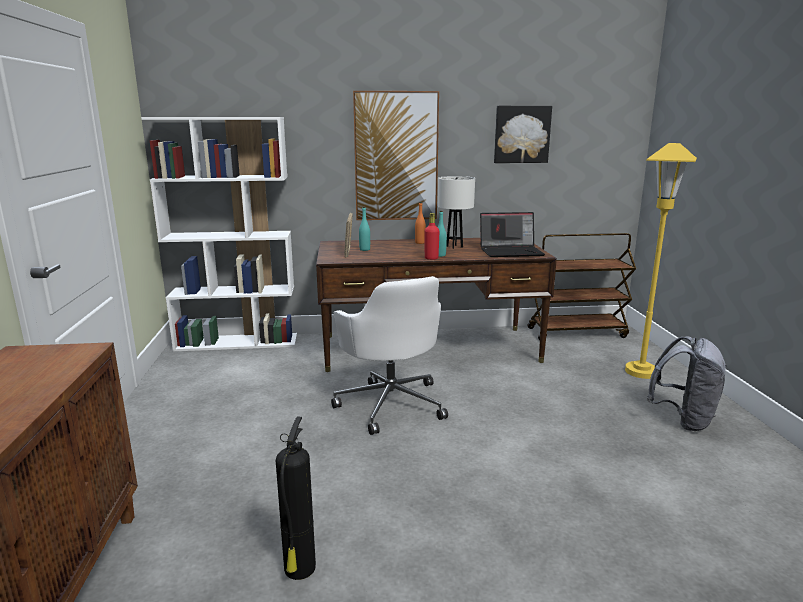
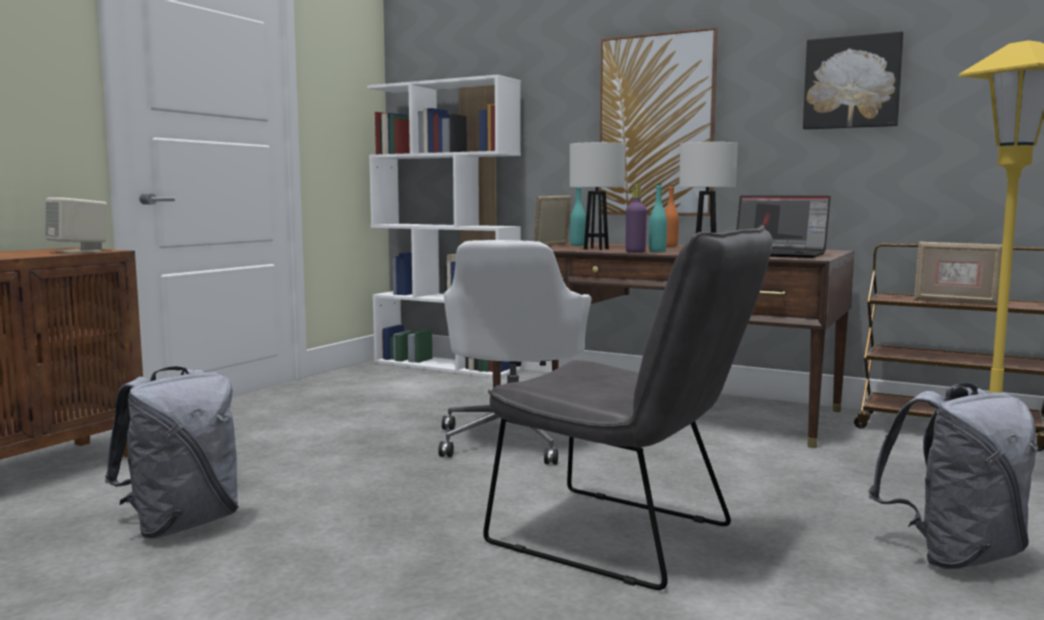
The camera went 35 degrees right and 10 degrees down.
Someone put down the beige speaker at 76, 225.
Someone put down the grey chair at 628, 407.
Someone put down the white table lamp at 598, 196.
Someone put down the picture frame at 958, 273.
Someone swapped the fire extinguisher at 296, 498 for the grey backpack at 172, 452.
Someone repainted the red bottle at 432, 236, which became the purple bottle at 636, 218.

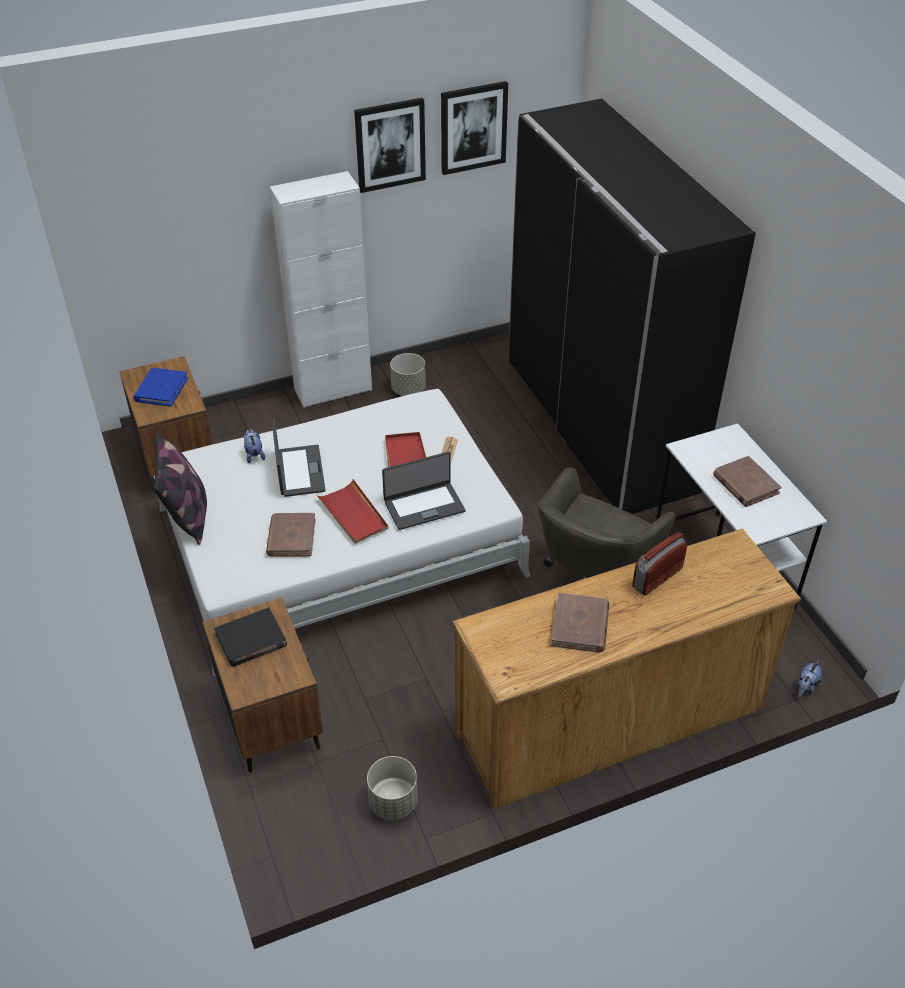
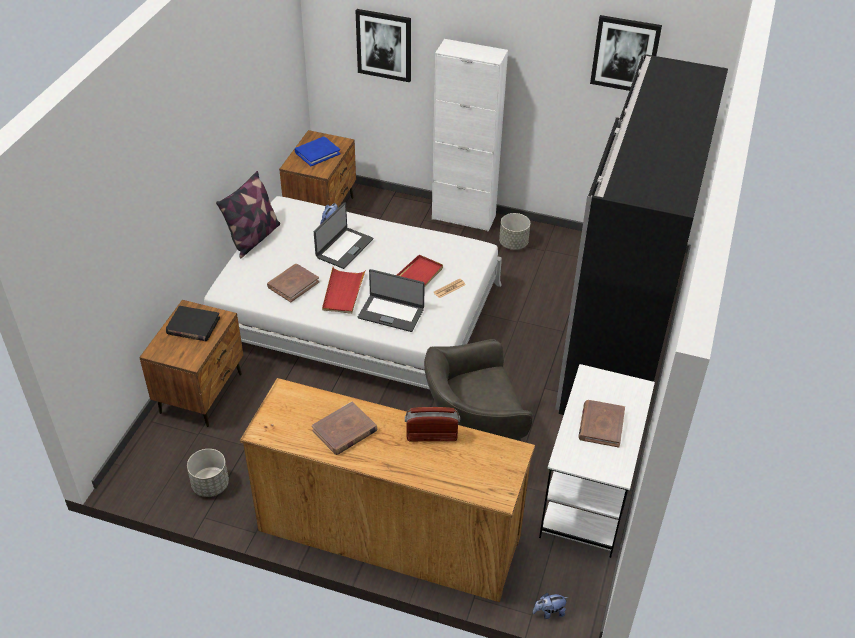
The camera went 40 degrees right and 0 degrees up.
Someone carried the picture from 390, 145 to 383, 45.

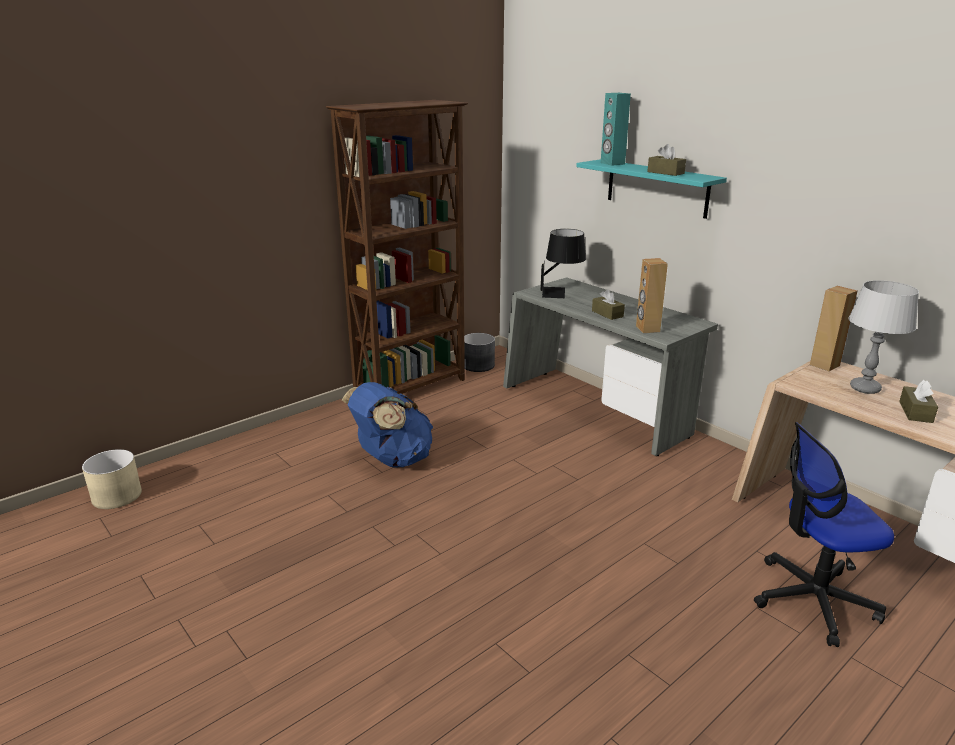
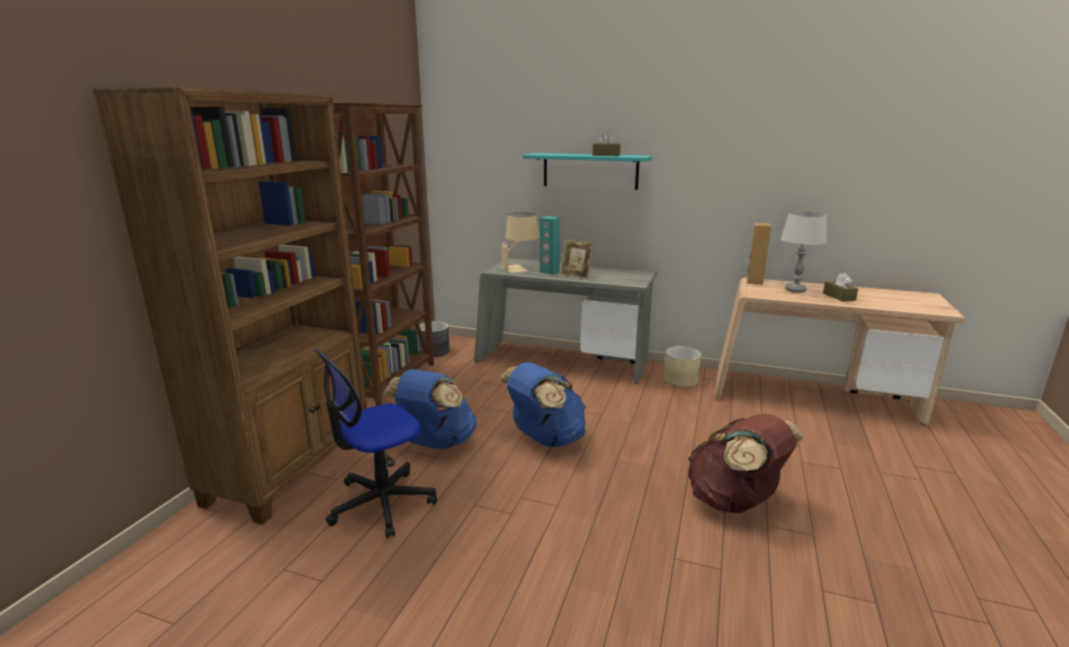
The camera went 30 degrees left and 5 degrees down.
Someone took away the brown speaker at 652, 295.
Someone put down the brown bookcase at 230, 306.
Someone put down the blue backpack at 542, 404.
Someone put down the brown backpack at 746, 463.
Someone carried the beige planter from 112, 479 to 682, 366.
Someone carried the turquoise speaker from 616, 129 to 550, 245.
Someone carried the office chair from 824, 534 to 376, 443.
Someone swapped the brown tissue box at 608, 304 for the picture frame at 577, 259.
Someone repainted the black table lamp at 563, 263, which became the beige table lamp at 520, 243.

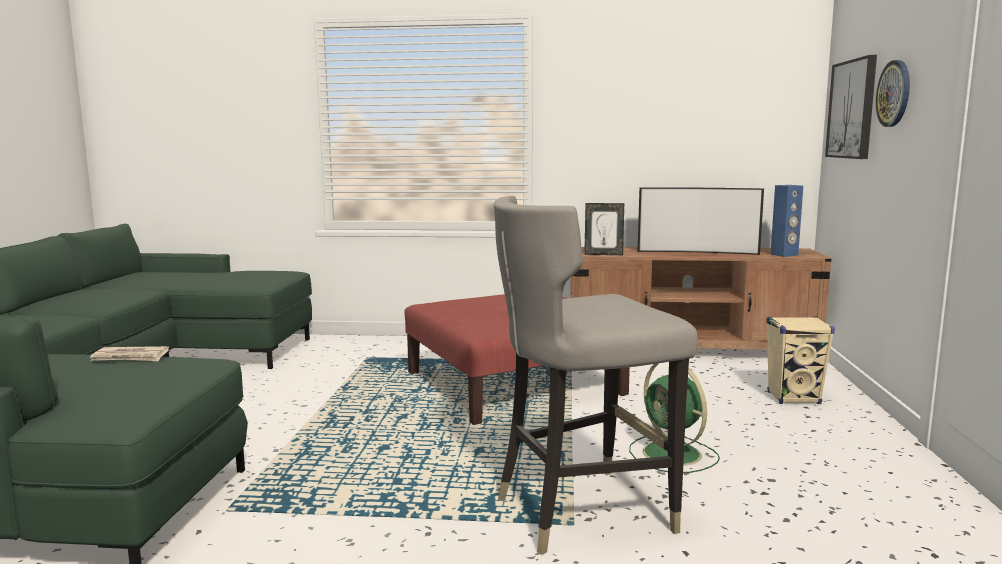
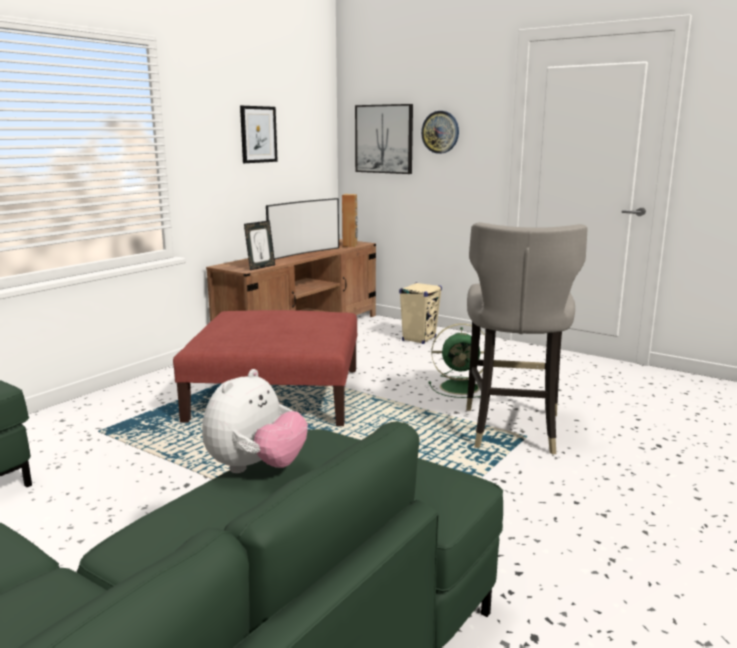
The camera went 60 degrees left and 5 degrees up.
Someone put up the picture at 259, 134.
Someone swapped the newspaper at 129, 353 for the plush toy at 255, 421.
Someone repainted the blue speaker at 787, 221, which became the brown speaker at 350, 220.

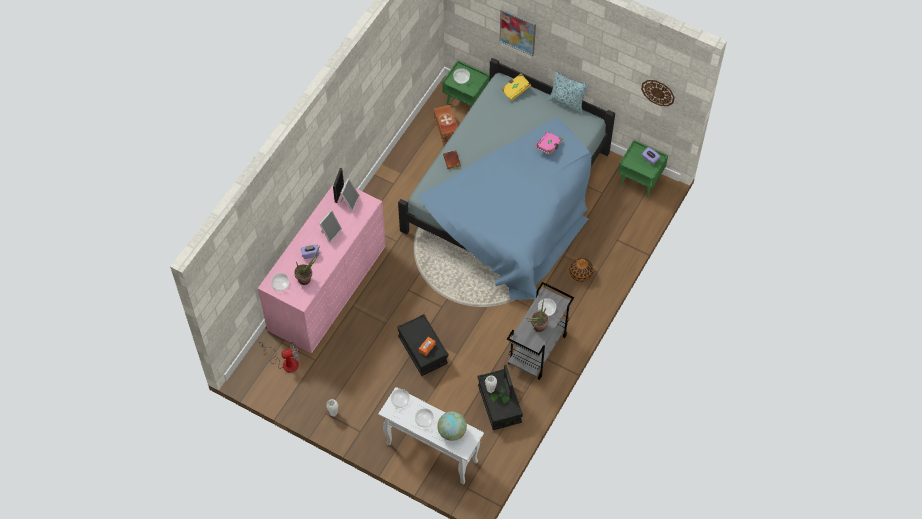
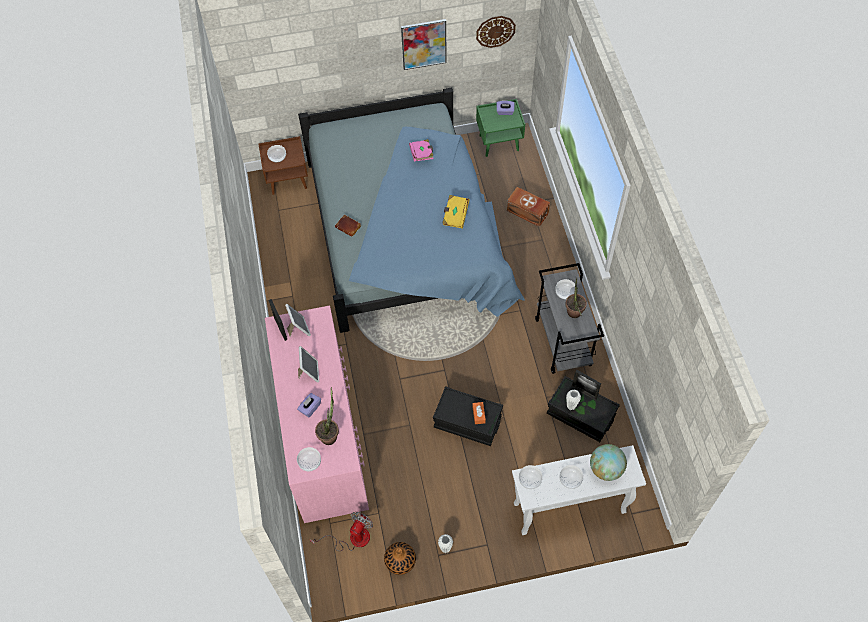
The camera went 40 degrees left and 0 degrees up.
Someone took away the pillow at 568, 93.
Someone carried the brown storage box from 446, 124 to 528, 207.
Someone carried the picture from 517, 32 to 424, 44.
Someone carried the yellow book from 516, 87 to 456, 212.
Someone carried the vase from 581, 270 to 400, 558.
Someone repainted the green nightstand at 465, 83, which became the brown nightstand at 283, 165.

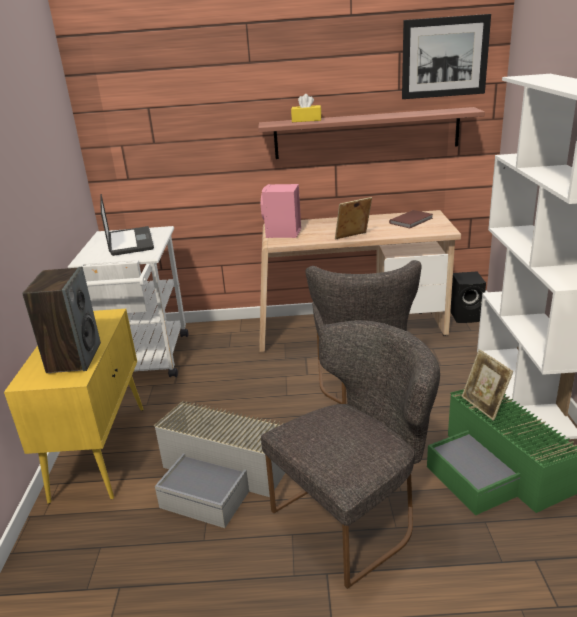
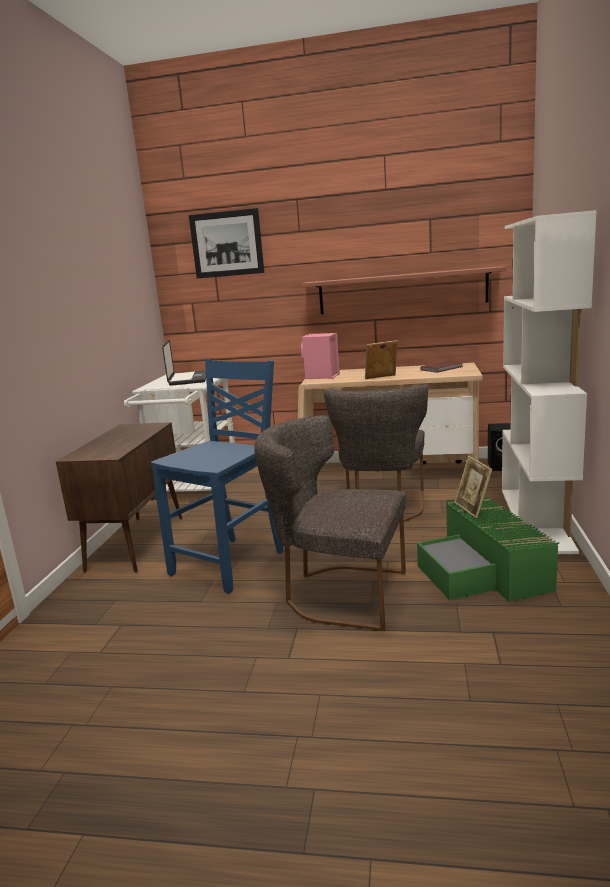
The camera went 10 degrees right and 10 degrees down.
Someone took away the speaker at 61, 320.
Someone took away the yellow tissue box at 306, 108.
Someone carried the picture from 446, 56 to 226, 243.
Someone swapped the grey storage box at 219, 464 for the blue chair at 217, 476.
Someone repainted the yellow cabinet at 73, 406, which became the brown cabinet at 119, 497.
Someone rotated the grey chair at 350, 454 by 135 degrees counterclockwise.

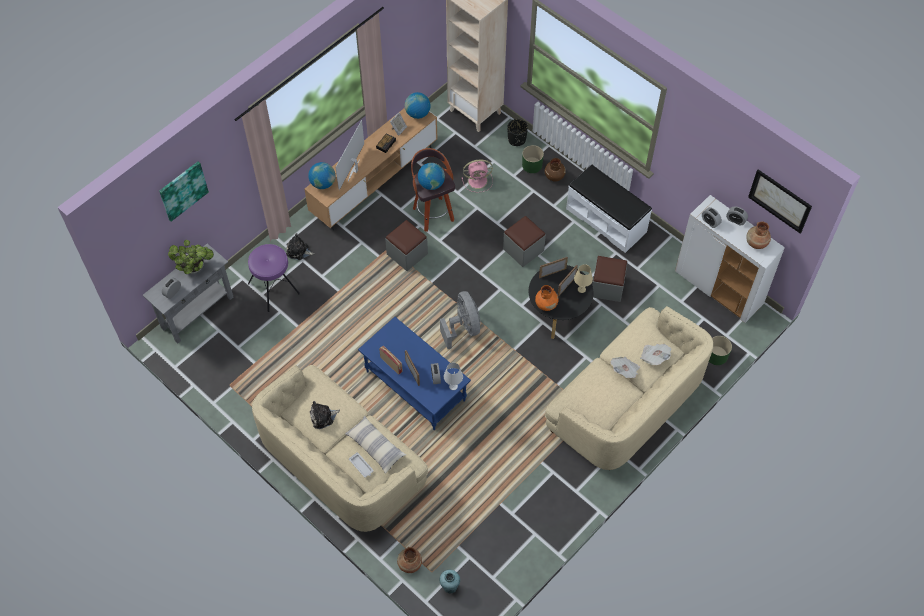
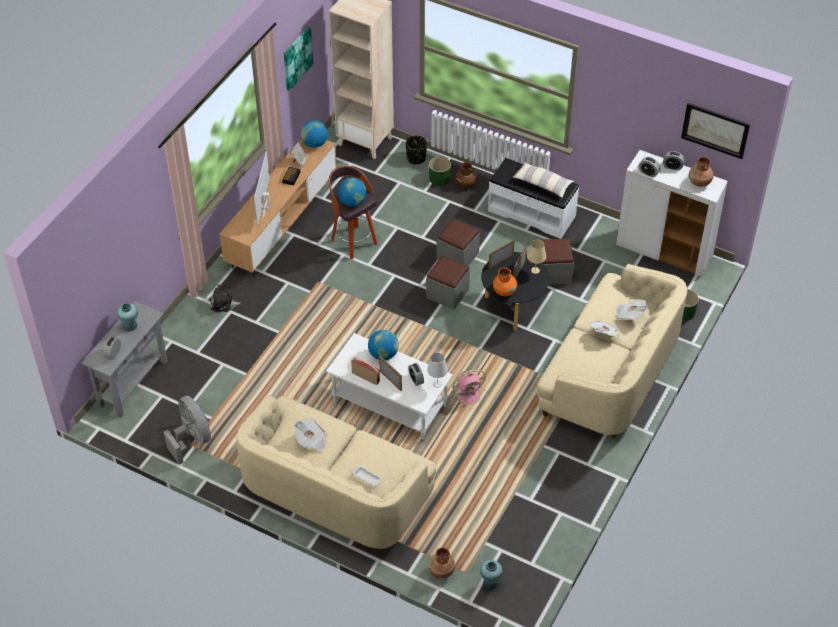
The camera went 15 degrees left and 10 degrees down.
Someone took away the purple stool at 274, 278.
Someone carried the picture from 184, 191 to 298, 59.
Someone carried the globe from 321, 175 to 383, 345.
Someone carried the pillow from 375, 445 to 543, 180.
Someone carried the grey ottoman from 406, 245 to 448, 283.
Someone carried the grey fan from 460, 320 to 187, 430.
Someone carried the pink fan from 477, 175 to 468, 389.
Someone swapped the potted plant at 191, 257 for the turquoise vase at 127, 317.
Someone swapped the plush toy at 325, 415 for the newspaper at 310, 435.
Someone repainted the blue coffee table at 414, 373, which became the white coffee table at 389, 386.

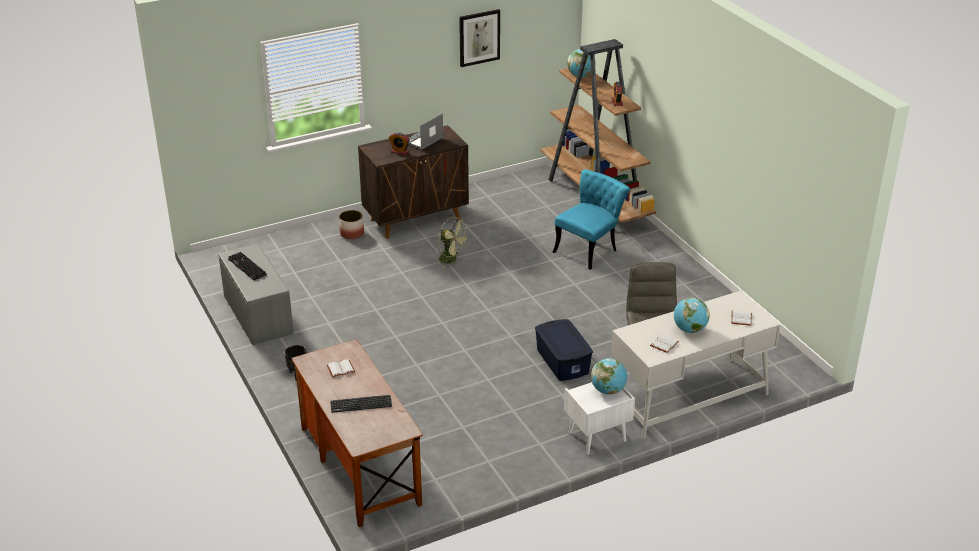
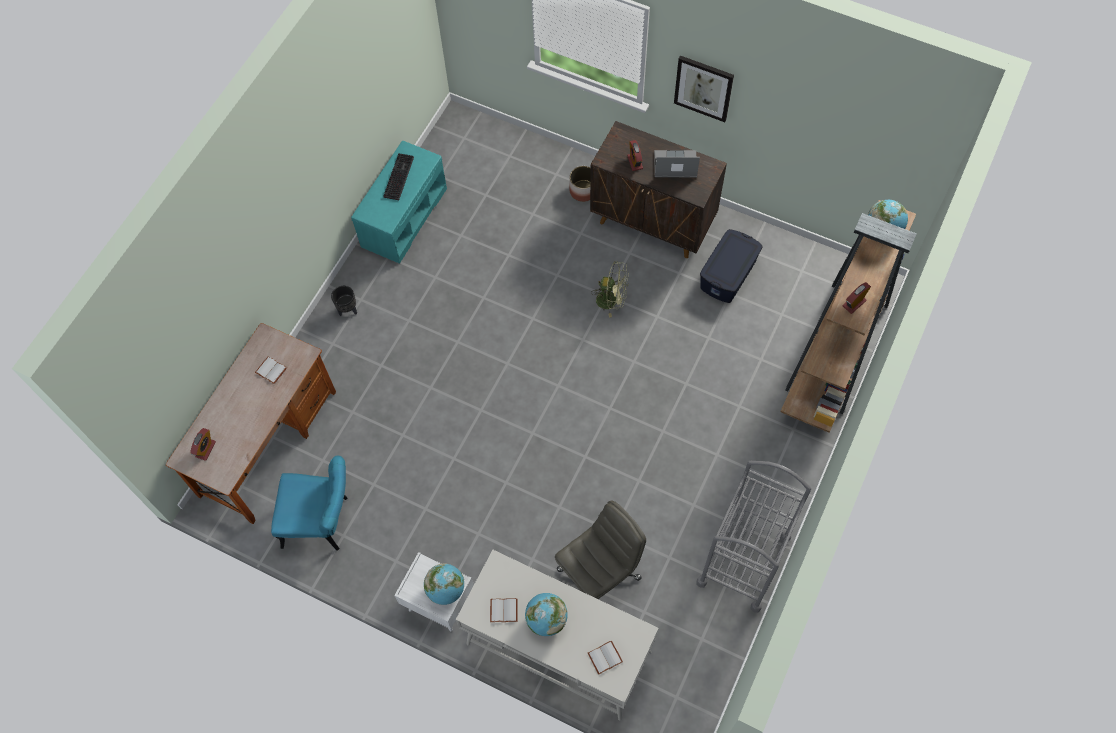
The camera went 55 degrees right and 30 degrees up.
Someone took away the keyboard at 361, 404.
Someone put down the alarm clock at 203, 444.
Someone put down the grey cart at 753, 537.
Someone carried the picture from 479, 38 to 704, 88.
Someone carried the blue storage box from 564, 350 to 731, 266.
Someone carried the turquoise chair from 591, 219 to 309, 503.
Someone repainted the grey bench at 256, 294, which became the turquoise bench at 399, 202.
Someone rotated the green fan at 454, 242 by 75 degrees counterclockwise.

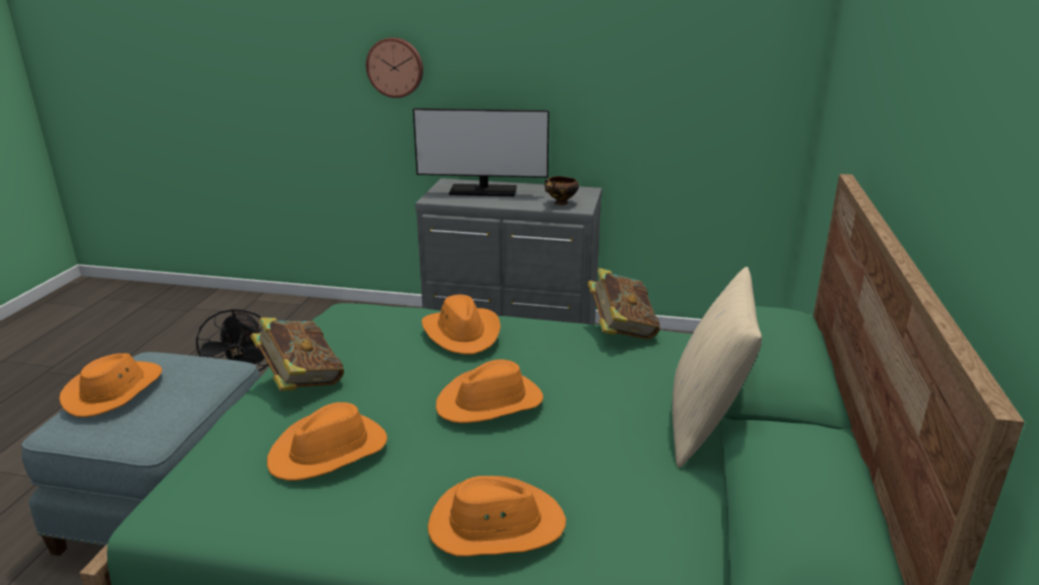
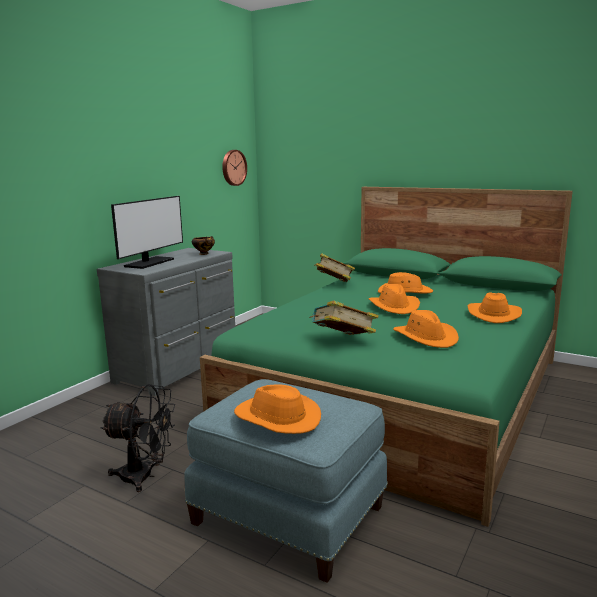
The camera went 70 degrees left and 10 degrees down.
Someone took away the beige pillow at 717, 367.
Someone carried the wall clock from 394, 67 to 234, 168.
Someone carried the orange hat from 461, 324 to 405, 282.

